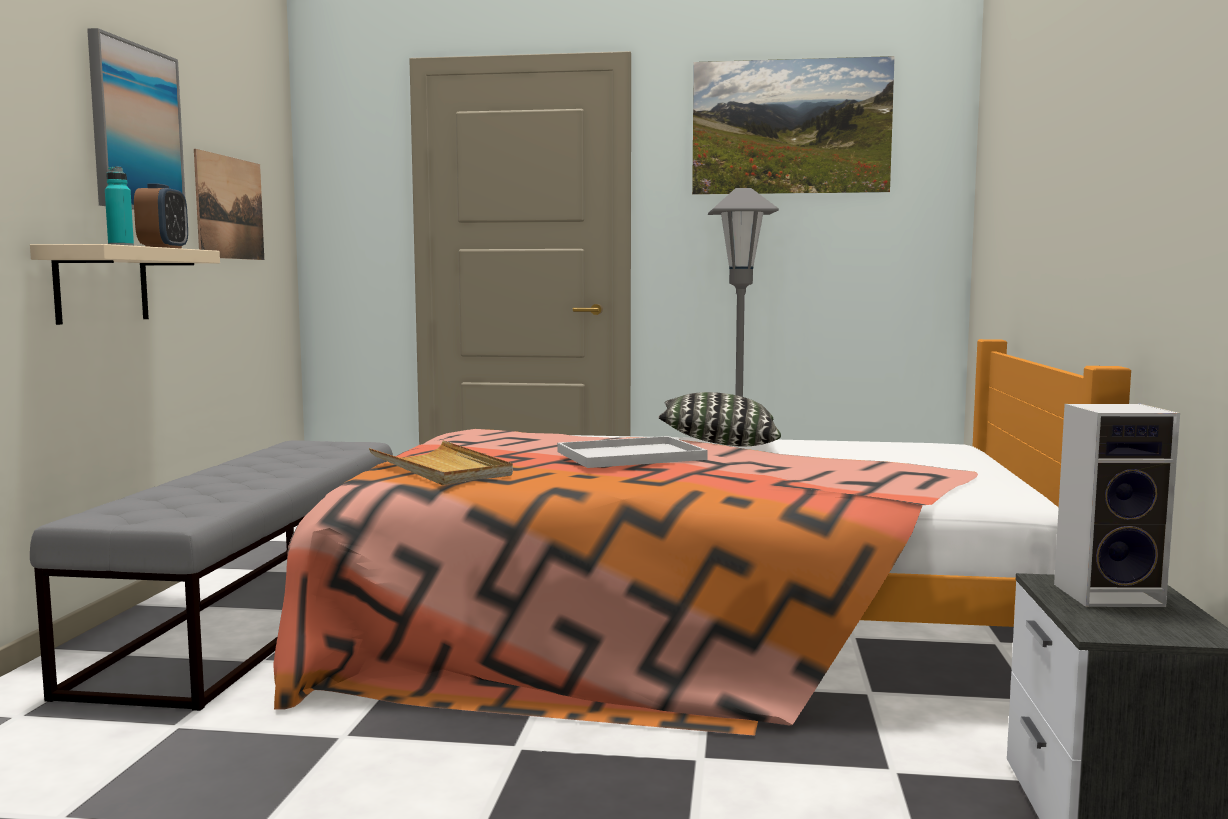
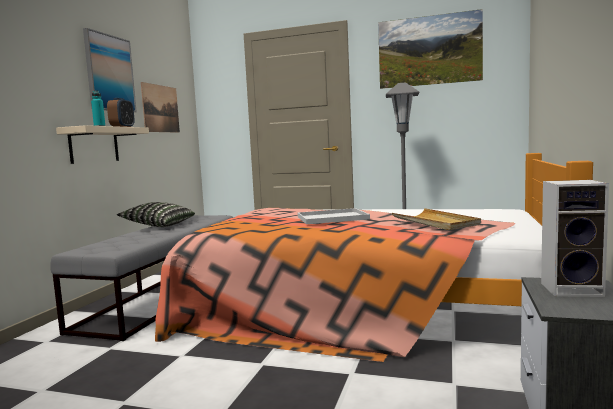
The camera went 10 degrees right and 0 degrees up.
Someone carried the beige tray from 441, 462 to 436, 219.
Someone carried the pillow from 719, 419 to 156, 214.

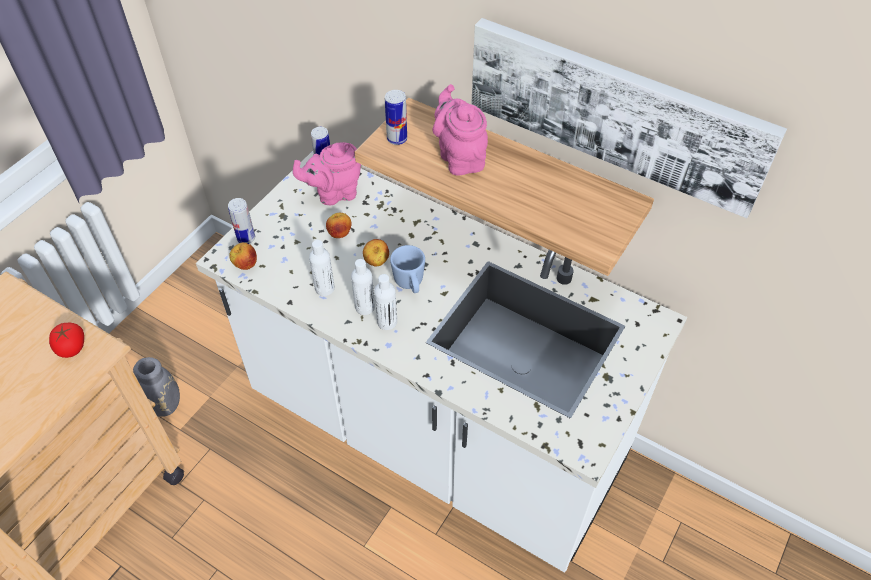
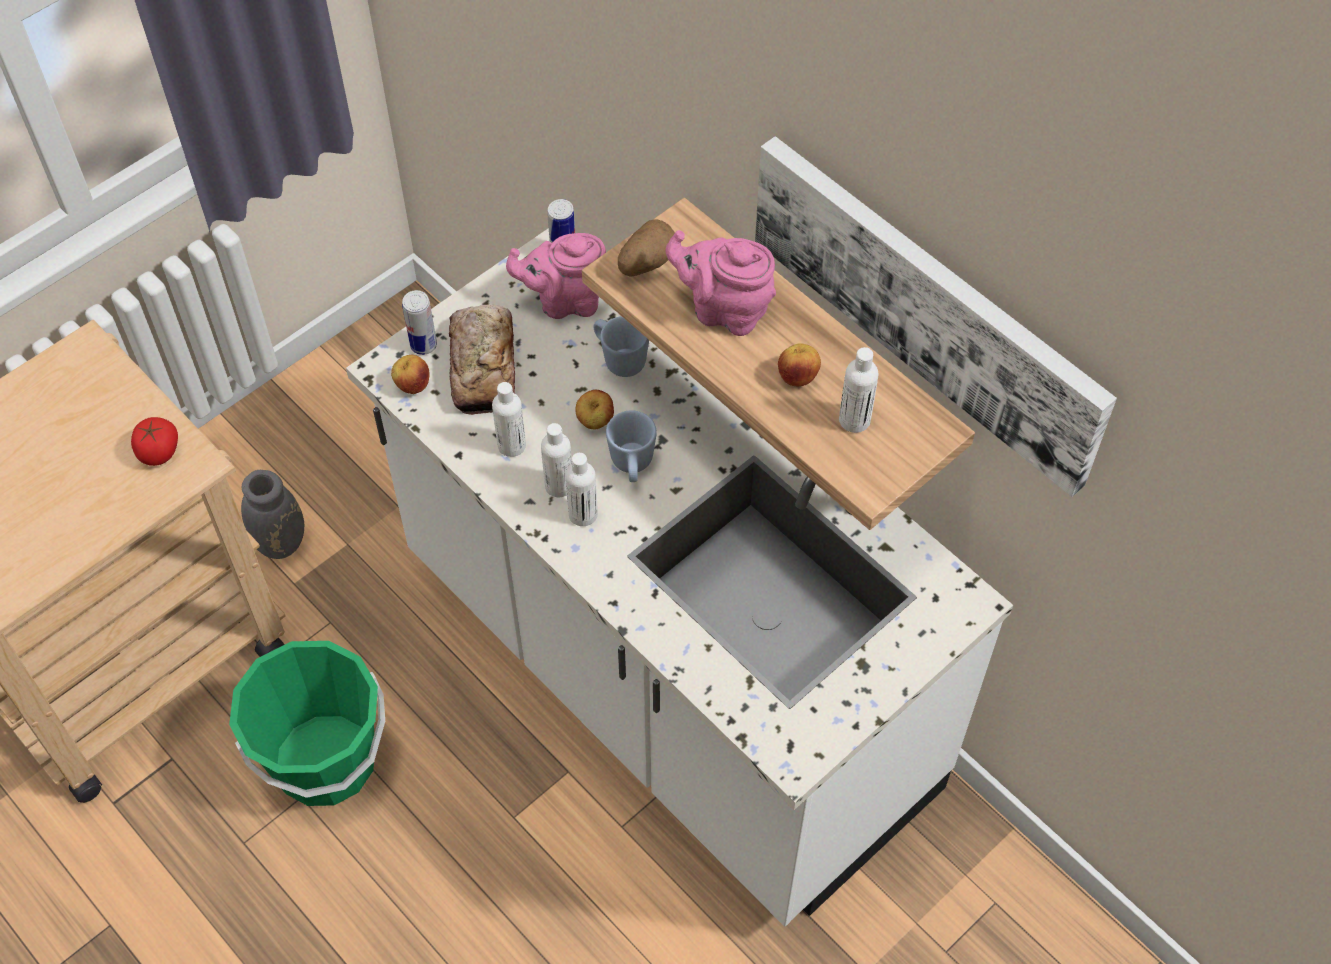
The camera went 15 degrees right and 5 degrees up.
Someone put down the green bucket at 307, 723.
Someone put down the bread at 482, 360.
Someone put down the blue mug at 621, 346.
Someone put down the white bottle at 858, 390.
Someone carried the apple from 339, 225 to 799, 364.
Someone swapped the can at 396, 117 for the potato at 646, 248.
Someone rotated the pink teapot at 460, 129 by 60 degrees counterclockwise.

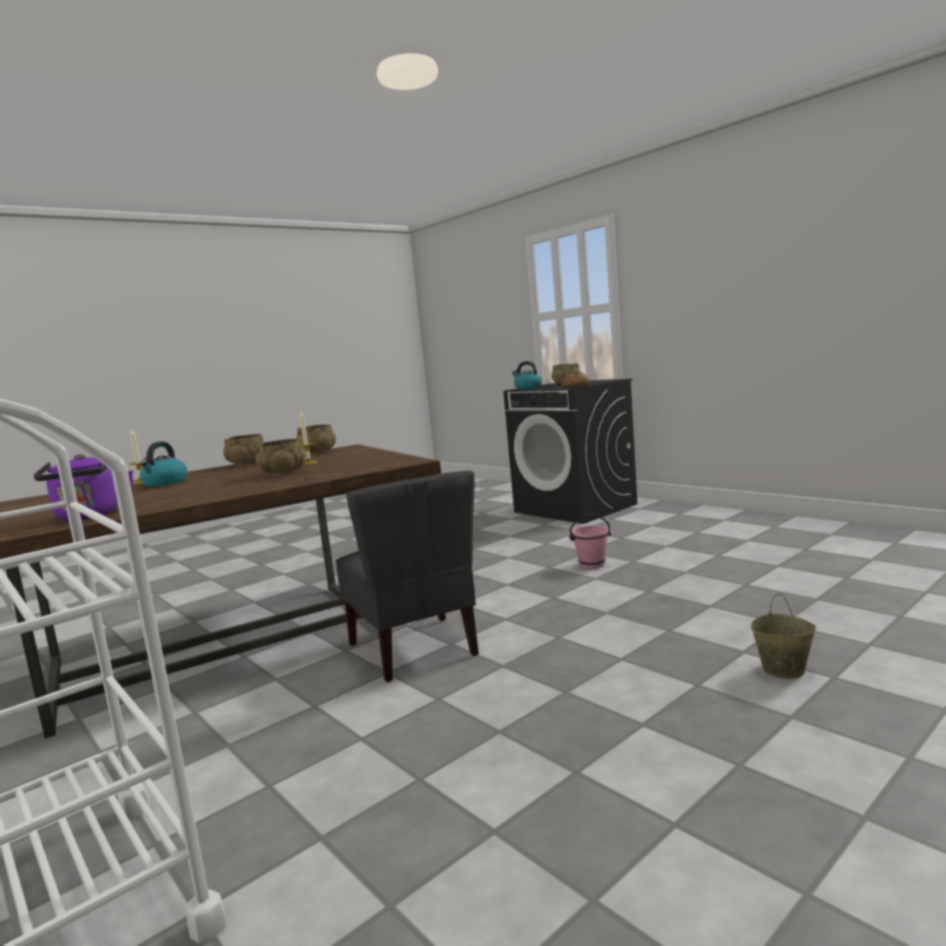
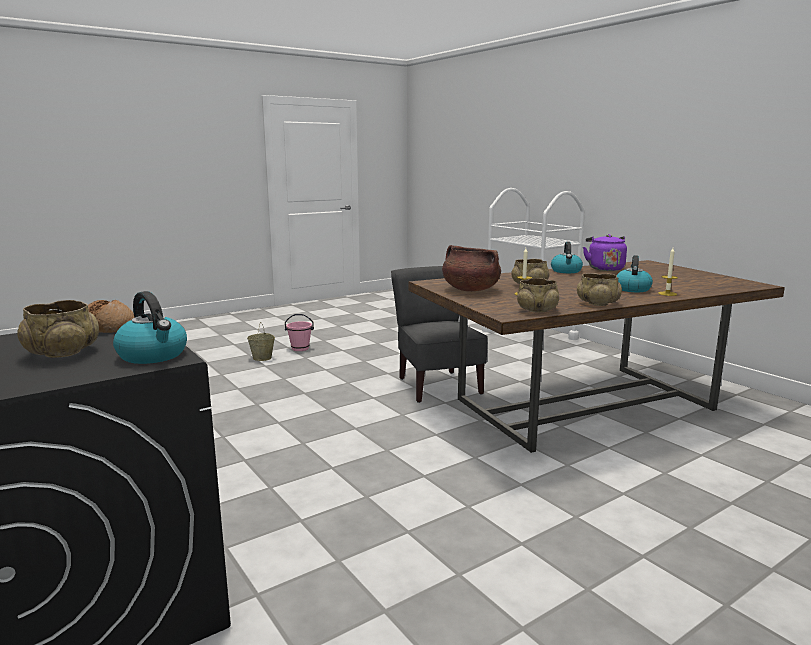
The camera went 175 degrees left and 5 degrees up.
Someone put down the brown cooking pot at 471, 268.
Someone put down the kettle at 567, 257.
Someone carried the pink bucket from 590, 541 to 299, 332.

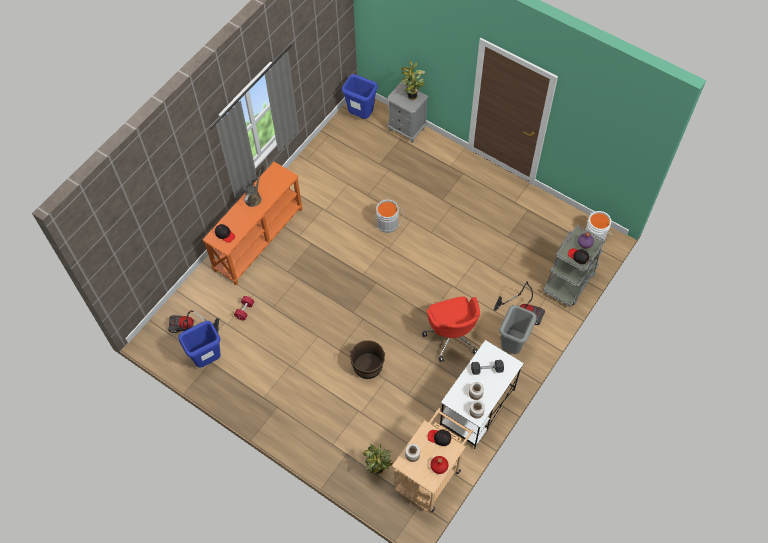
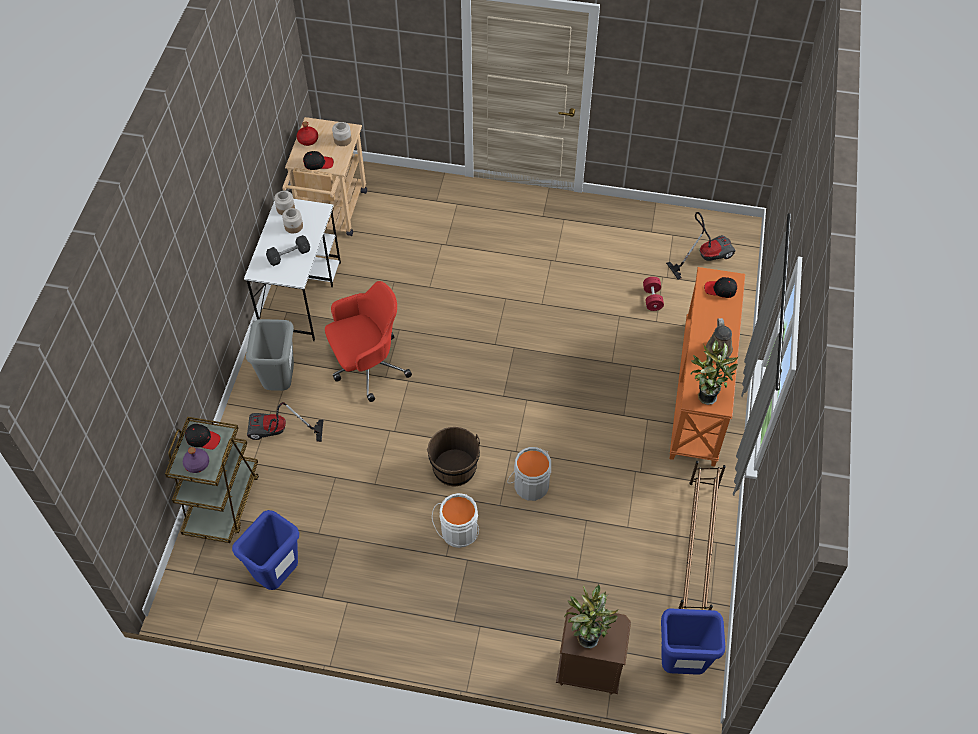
The camera went 155 degrees right and 5 degrees down.
Someone put down the brown shoe rack at 702, 535.
Someone carried the blue trash can from 199, 344 to 265, 550.
Someone carried the brown bucket from 367, 359 to 453, 456.
Someone carried the potted plant from 377, 459 to 715, 372.
Someone carried the white bucket from 599, 226 to 455, 520.
Someone repainted the grey nightstand at 407, 112, which became the brown nightstand at 593, 651.
Someone repainted the grey cart at 574, 266, which became the brown cart at 212, 480.
Someone rotated the red office chair at 451, 329 by 105 degrees clockwise.

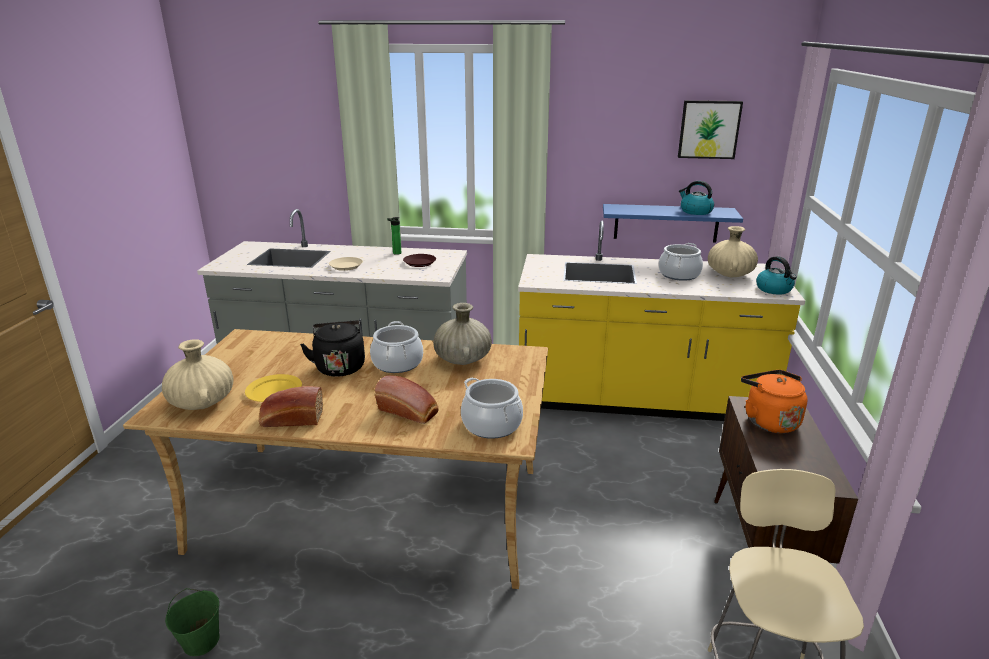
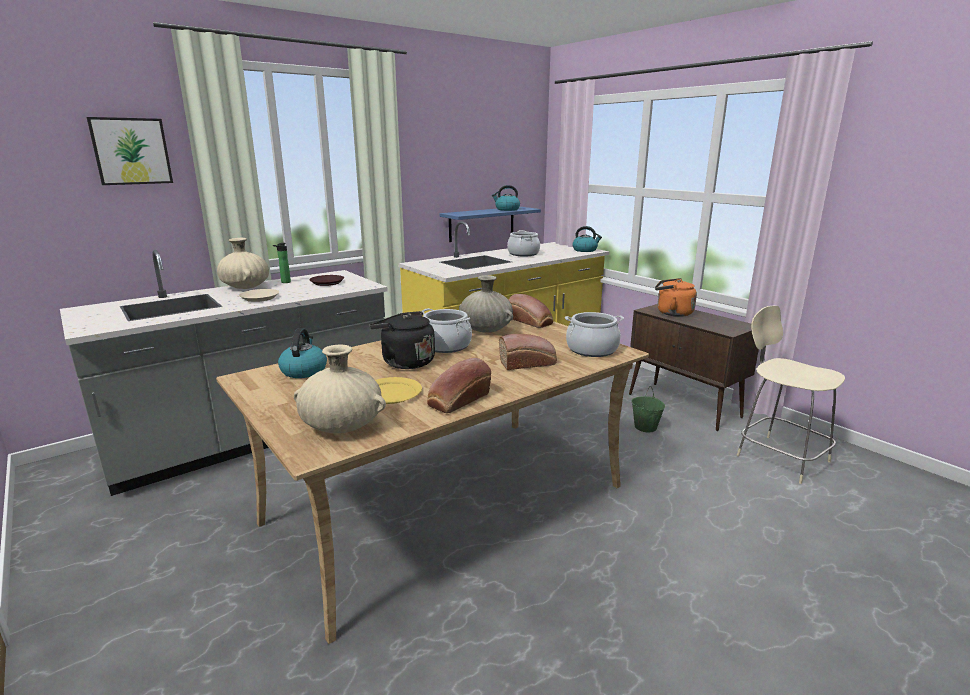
The camera went 45 degrees left and 5 degrees down.
Someone put down the kettle at 302, 353.
Someone put down the bread at 531, 311.
Someone carried the green bucket from 192, 622 to 648, 409.
Someone carried the picture from 710, 129 to 130, 151.
Someone carried the beige vase from 733, 251 to 243, 263.

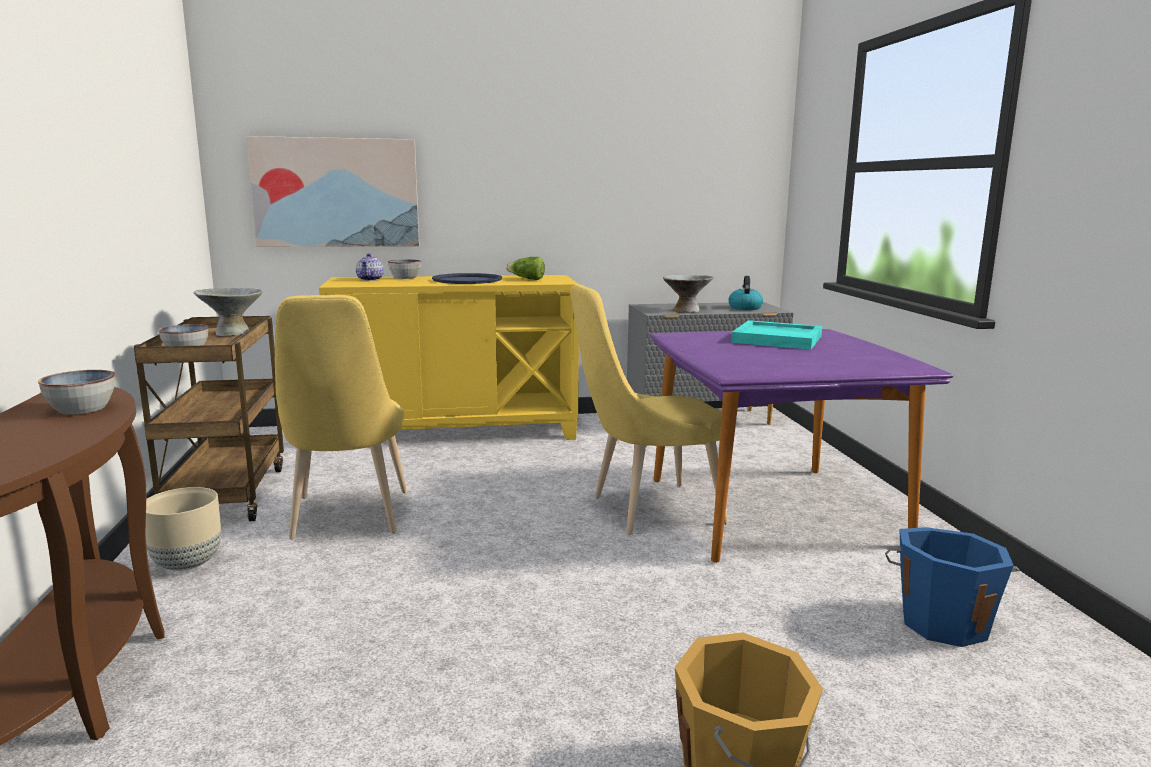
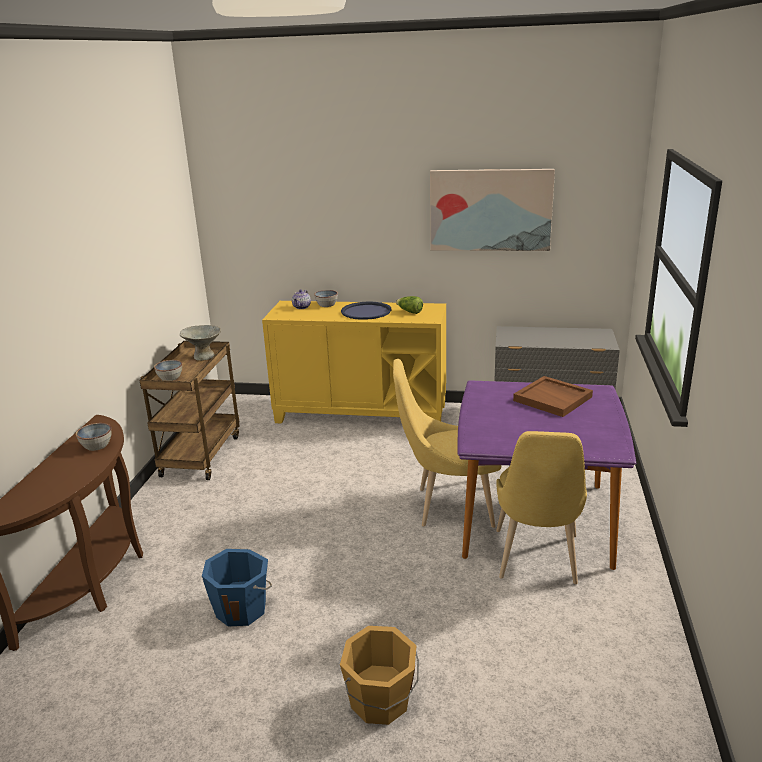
The camera went 20 degrees right and 10 degrees up.
Someone took away the beige planter at 183, 529.
Someone took away the grey bowl at 688, 294.
Someone took away the kettle at 745, 293.
Someone carried the picture from 332, 191 to 492, 210.
Someone carried the yellow chair from 341, 417 to 541, 507.
Someone carried the blue bucket from 952, 587 to 237, 587.
Someone repainted the turquoise tray at 776, 335, which became the brown tray at 553, 396.

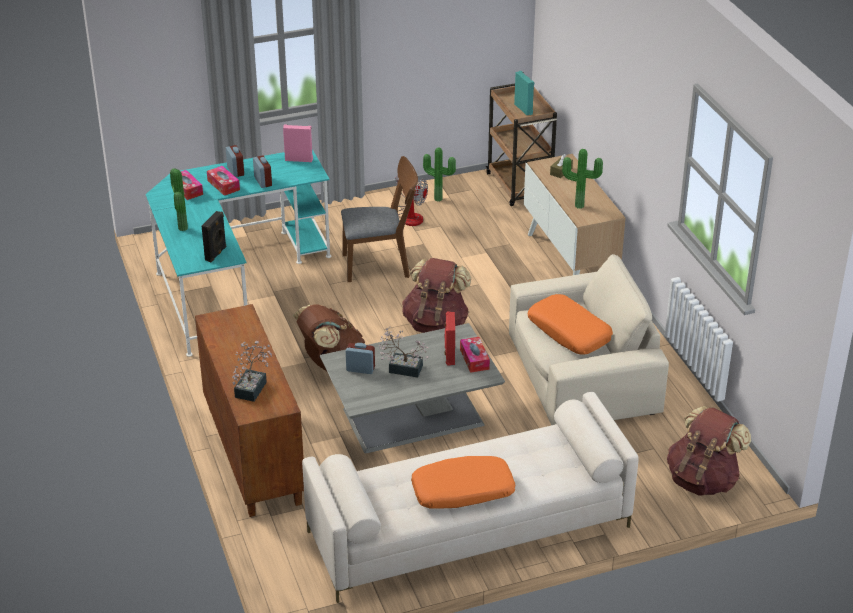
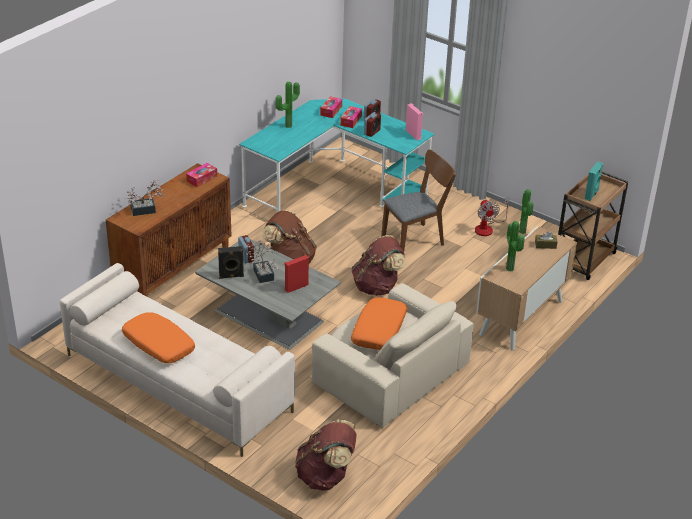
The camera went 55 degrees right and 0 degrees up.
Someone carried the black speaker from 214, 236 to 231, 262.
Someone carried the tissue box from 475, 355 to 201, 175.
Someone rotated the brown chair at 379, 219 by 75 degrees counterclockwise.

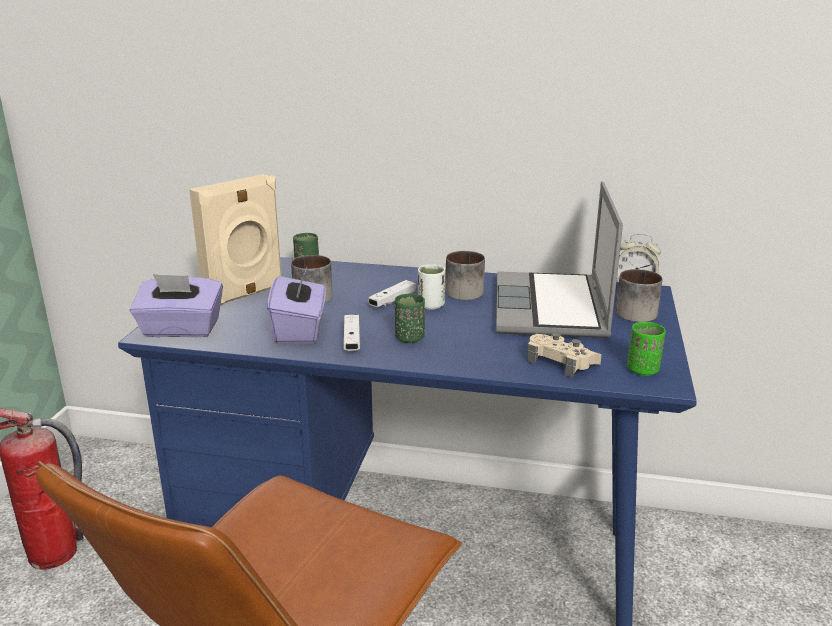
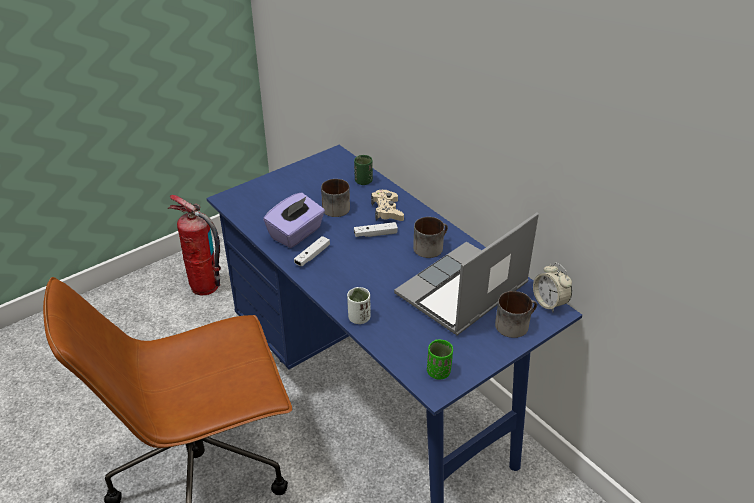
The camera went 40 degrees right and 15 degrees up.
Someone took away the purple tissue box at 176, 305.
Someone took away the beige speaker at 236, 240.
Someone took away the green cup at 410, 318.
Someone carried the white cup from 431, 287 to 359, 305.
Someone carried the beige game controller from 564, 355 to 387, 205.

